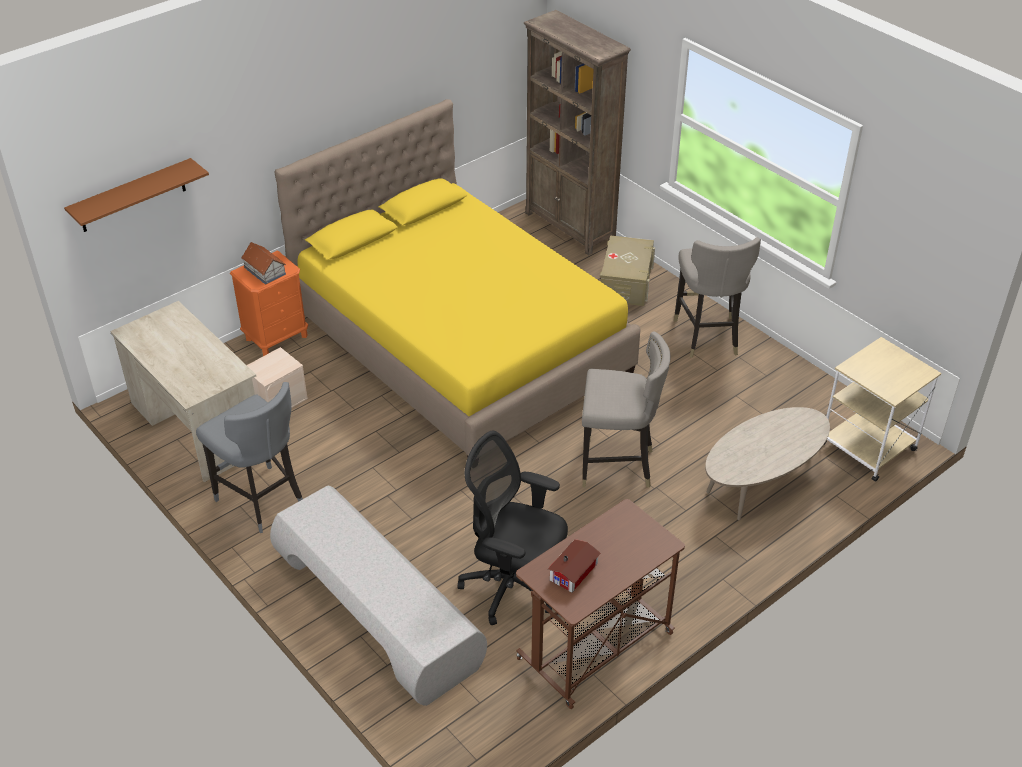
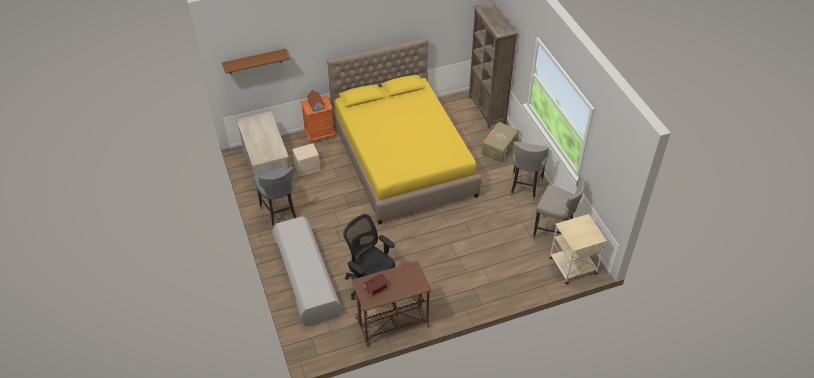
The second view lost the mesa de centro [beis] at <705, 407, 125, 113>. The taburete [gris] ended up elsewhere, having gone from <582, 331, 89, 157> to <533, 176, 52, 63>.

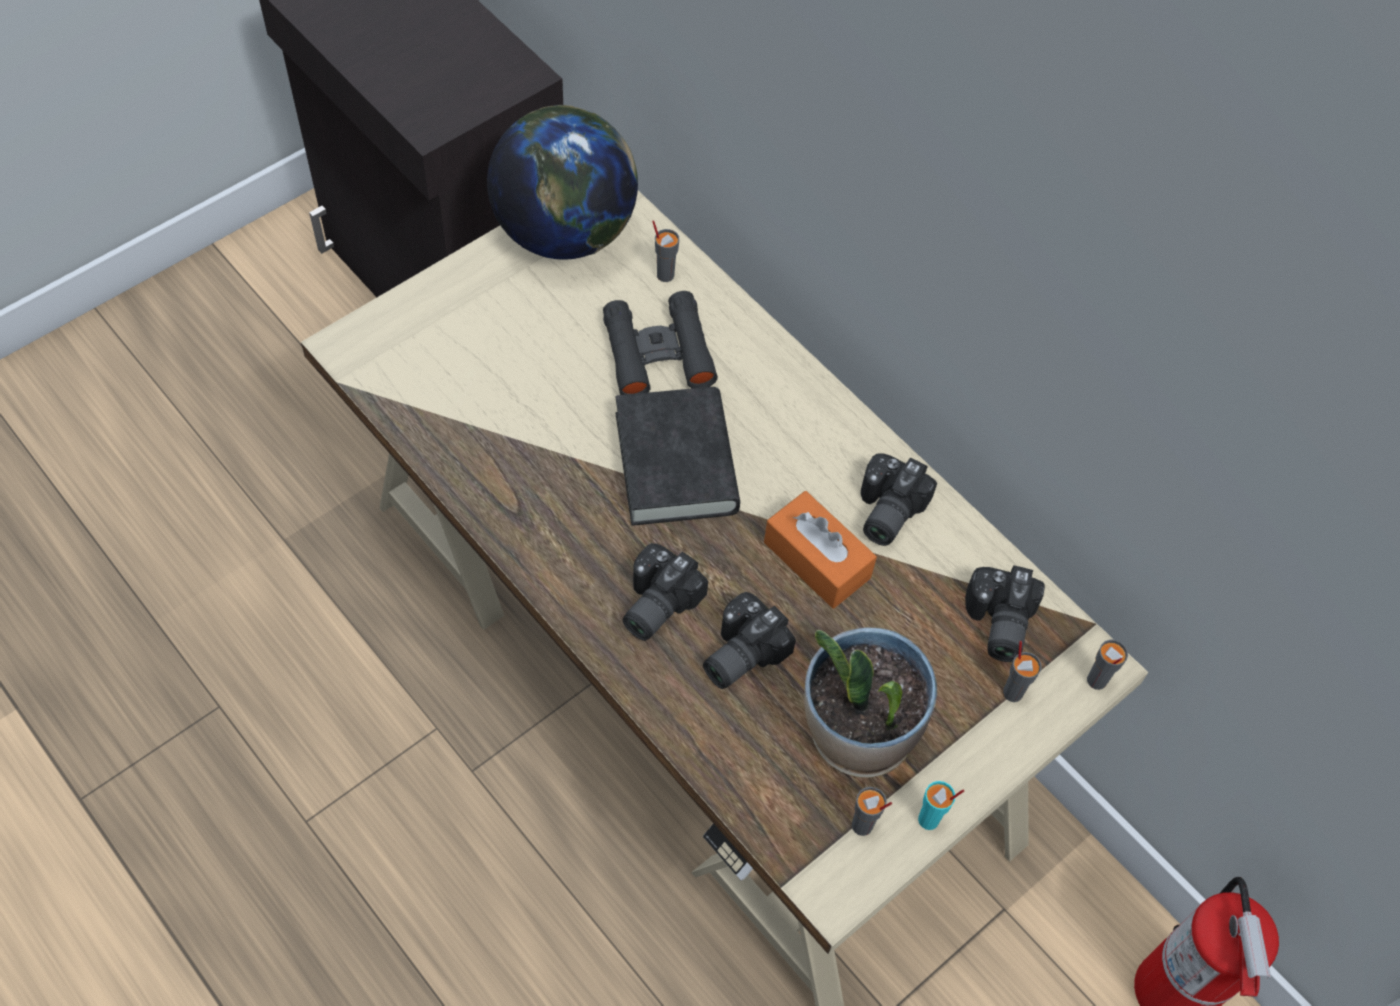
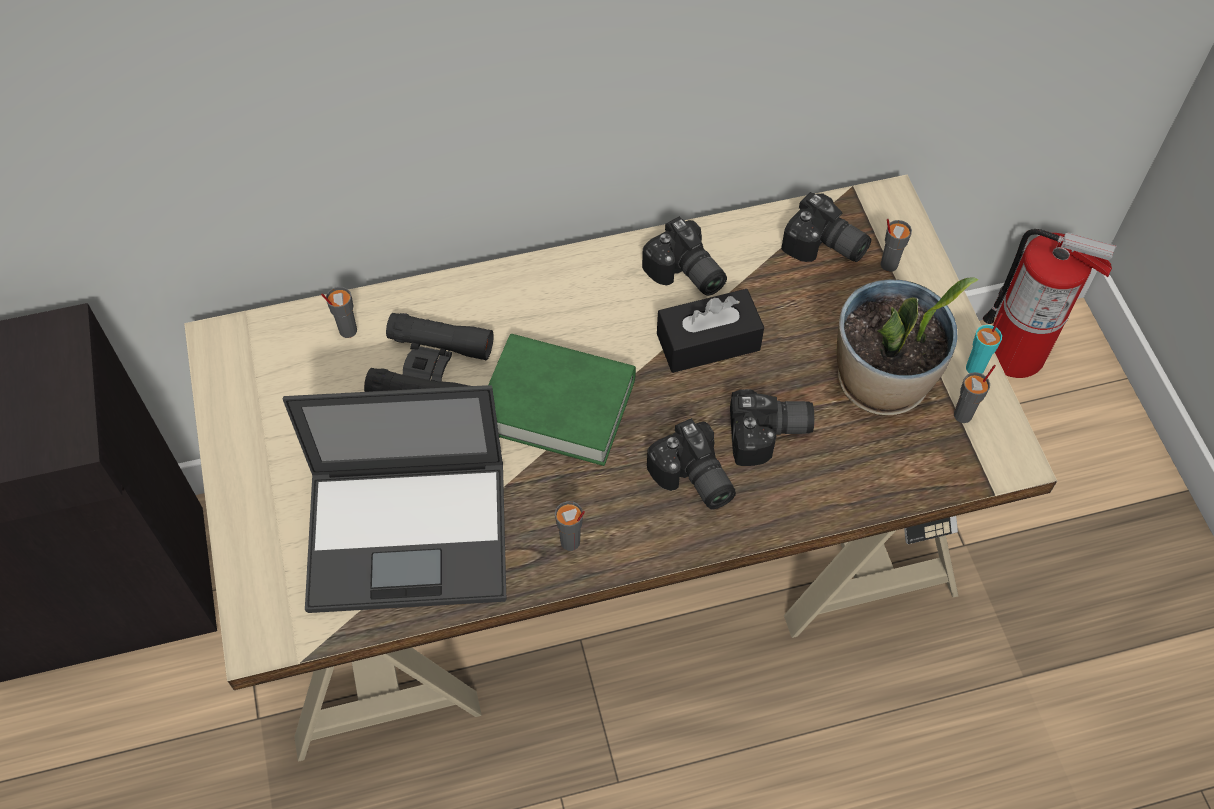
The second view lost the globo terráqueo at <487, 105, 151, 155>. The second view gained the portátil at <283, 385, 224, 228>. The taza [gris] ended up elsewhere, having gone from <1087, 640, 41, 50> to <555, 501, 30, 50>. What was the libro [negro] at <616, 387, 124, 139> turned into the libro [verde] at <488, 334, 148, 132>. What was the caja de pañuelos [naranja] at <764, 491, 113, 118> turned into the caja de pañuelos [negro] at <657, 289, 107, 84>. The cámara at <703, 592, 93, 97> ended up facing another way, 75 degrees counterclockwise from before.

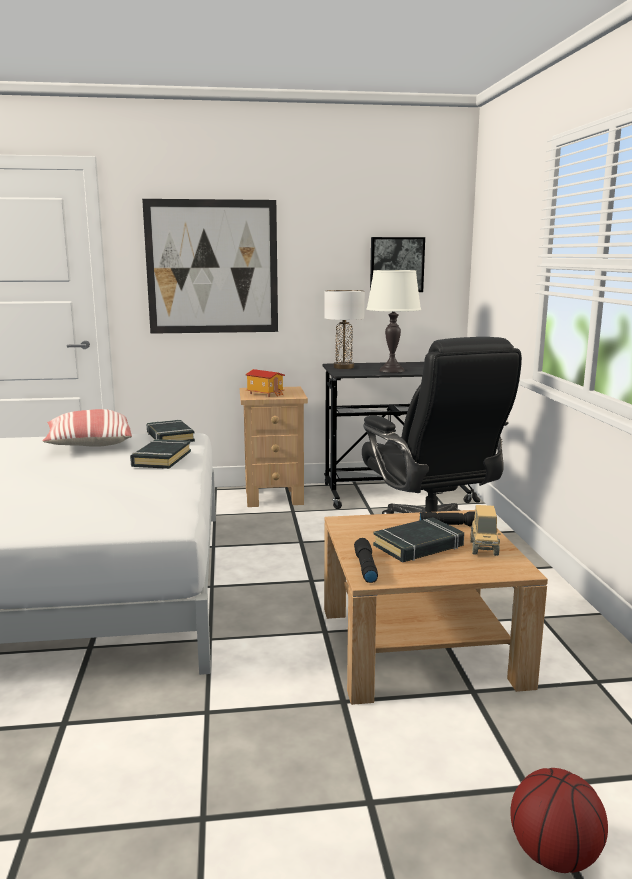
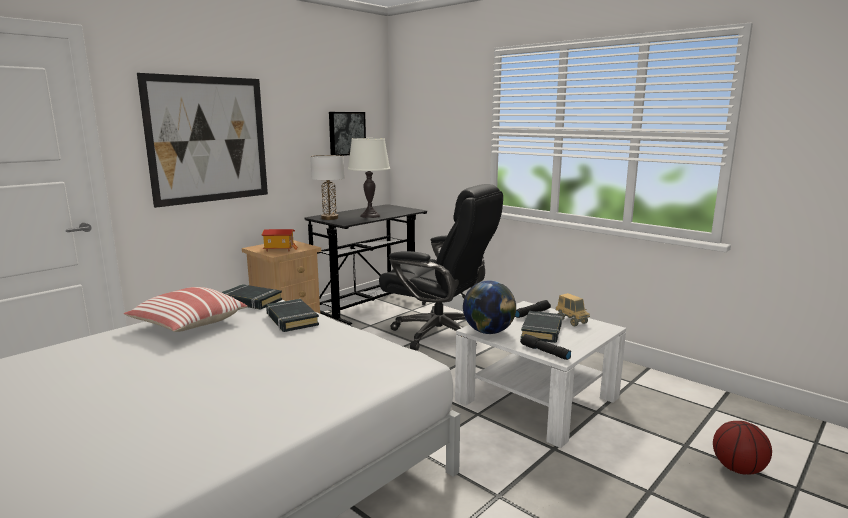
The second view gained the globo terráqueo at <463, 280, 53, 54>. What was the mesa de centro [marrón] at <324, 510, 224, 195> turned into the mesa de centro [blanco] at <455, 301, 171, 147>.

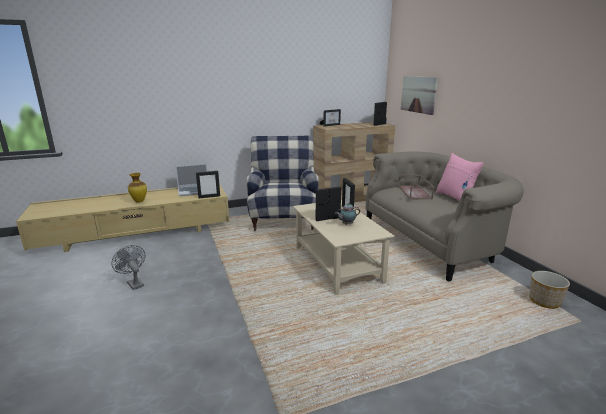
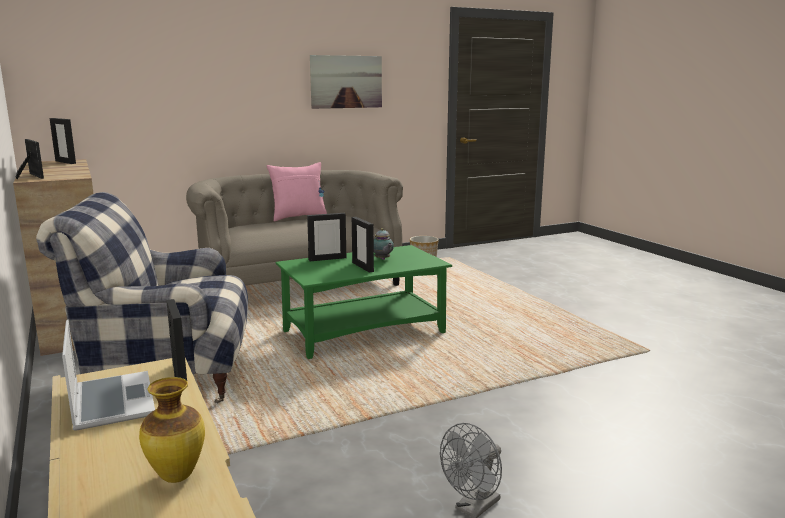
The second view lost the bandeja [marrón] at <398, 175, 36, 25>. The cuadro ended up elsewhere, having gone from <401, 76, 37, 39> to <310, 55, 72, 54>. What was the mesa de centro [beis] at <293, 200, 102, 95> turned into the mesa de centro [verde] at <276, 245, 176, 114>.

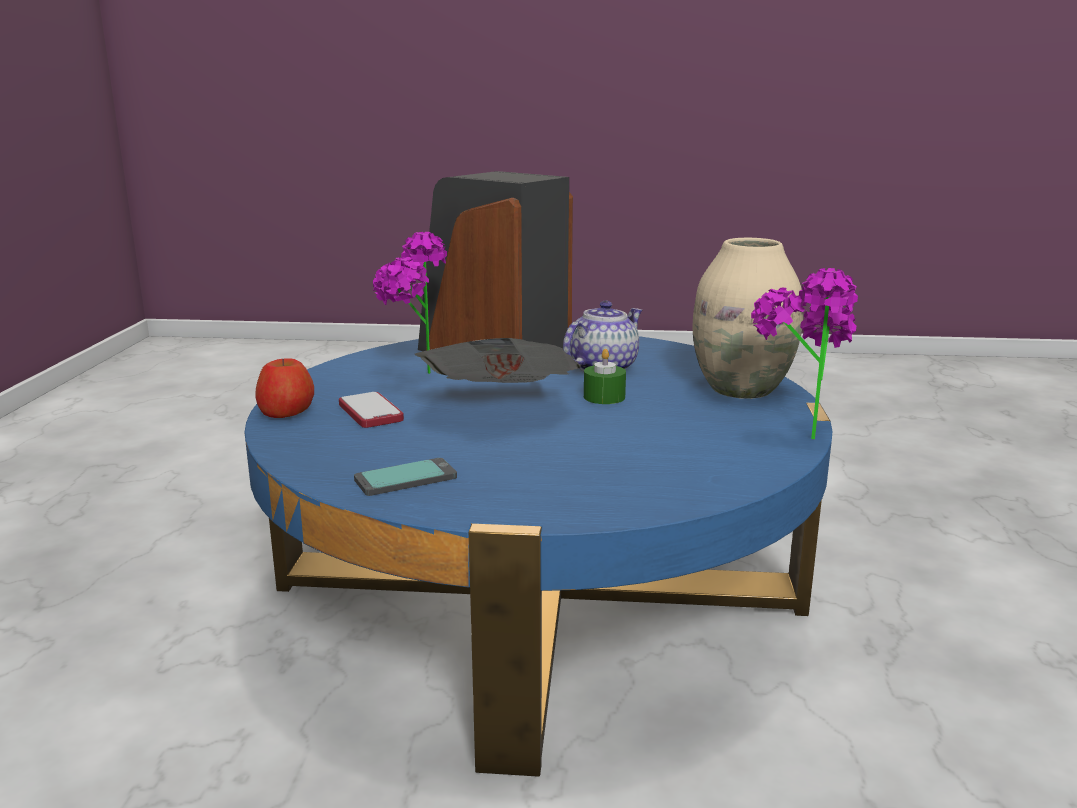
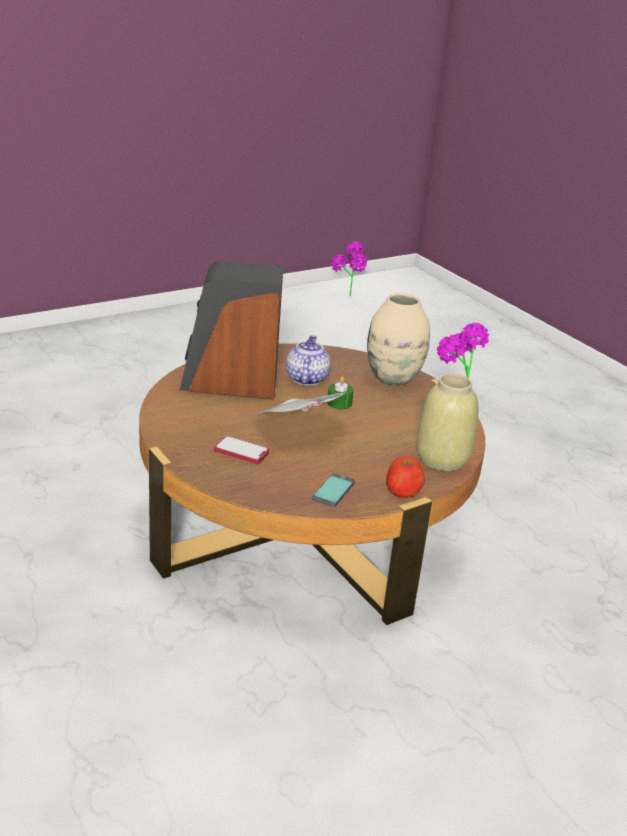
The second view gained the florero [beis] at <417, 374, 61, 97>. The manzana ended up elsewhere, having gone from <255, 358, 59, 60> to <386, 456, 39, 42>. The planta en maceta ended up elsewhere, having gone from <373, 232, 74, 142> to <330, 241, 37, 55>. What was the mesa de centro [azul] at <244, 336, 588, 441> turned into the mesa de centro [marrón] at <139, 343, 346, 282>.

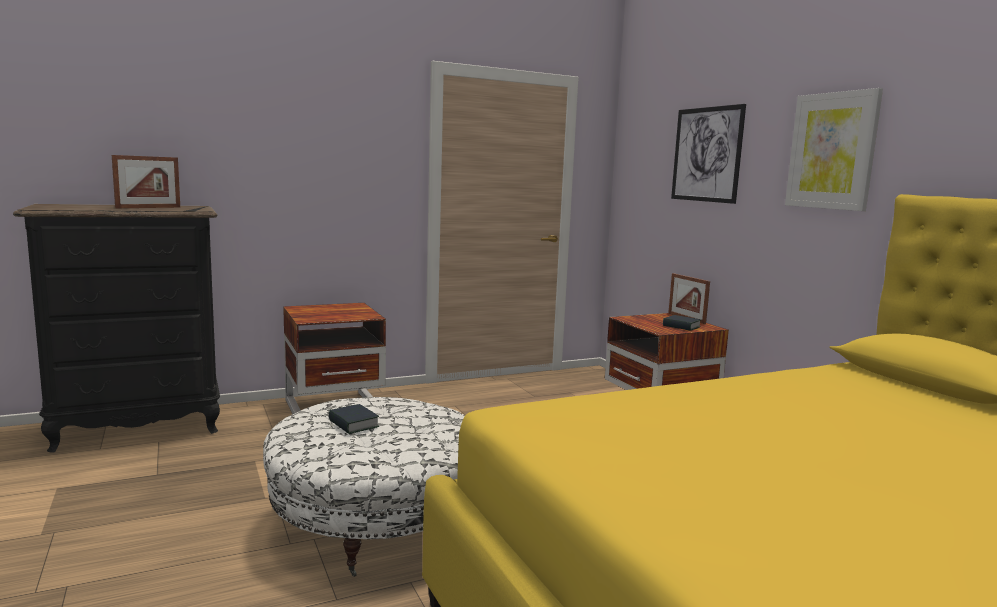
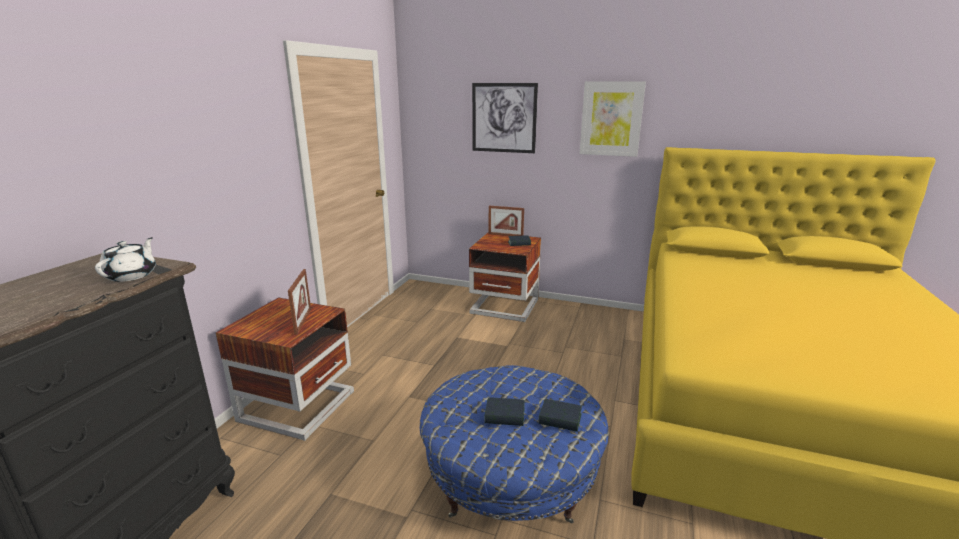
The second view gained the tetera [blanco] at <95, 237, 61, 45>. The second view gained the libro at <538, 399, 44, 33>. The portarretratos ended up elsewhere, having gone from <112, 155, 68, 53> to <288, 269, 23, 66>. What was the puf [blanco] at <263, 397, 202, 180> turned into the puf [azul] at <420, 365, 189, 158>.

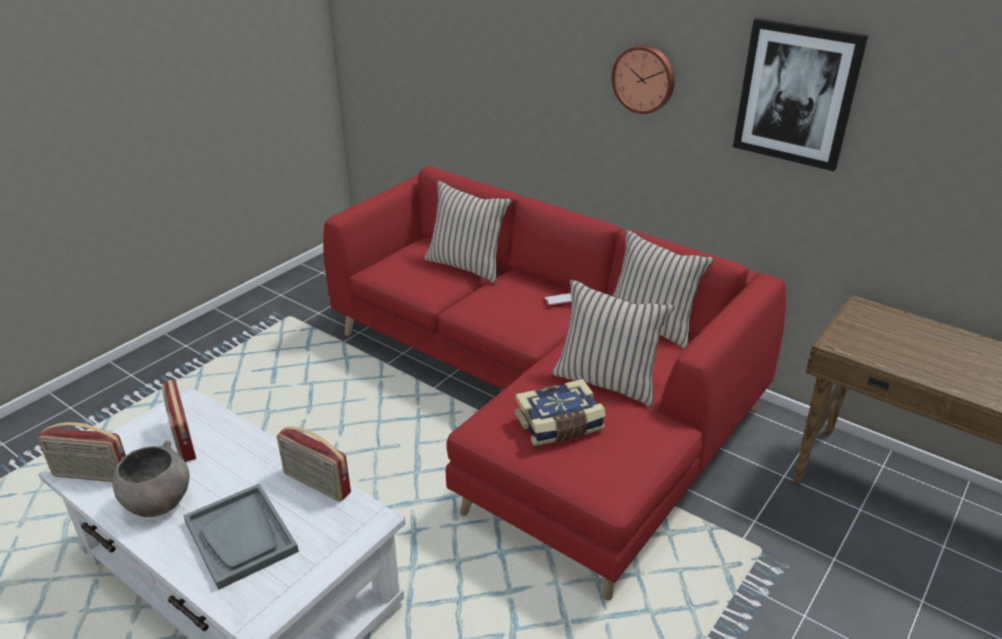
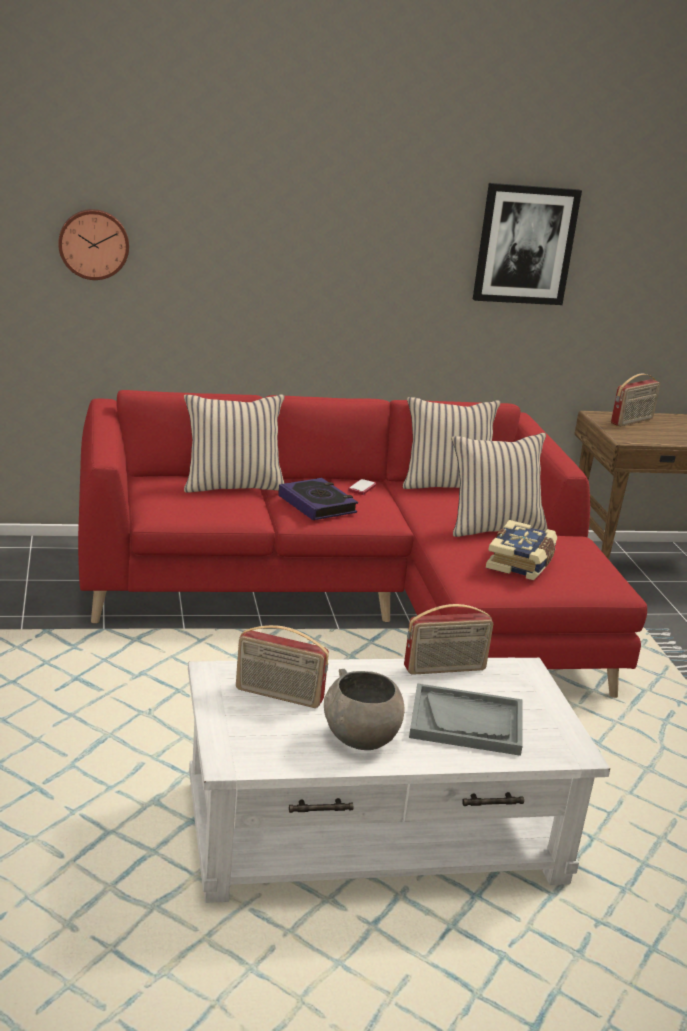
The second view gained the libro at <278, 478, 80, 42>. The radio ended up elsewhere, having gone from <38, 422, 88, 60> to <611, 374, 49, 52>. The reloj de pared ended up elsewhere, having gone from <611, 45, 64, 69> to <58, 209, 71, 71>.

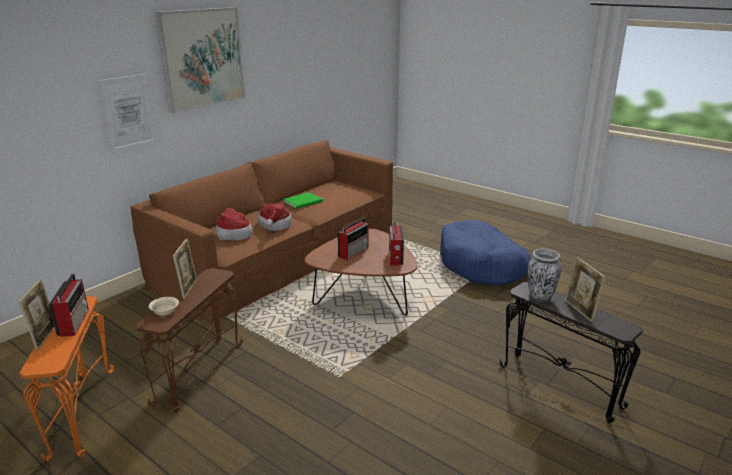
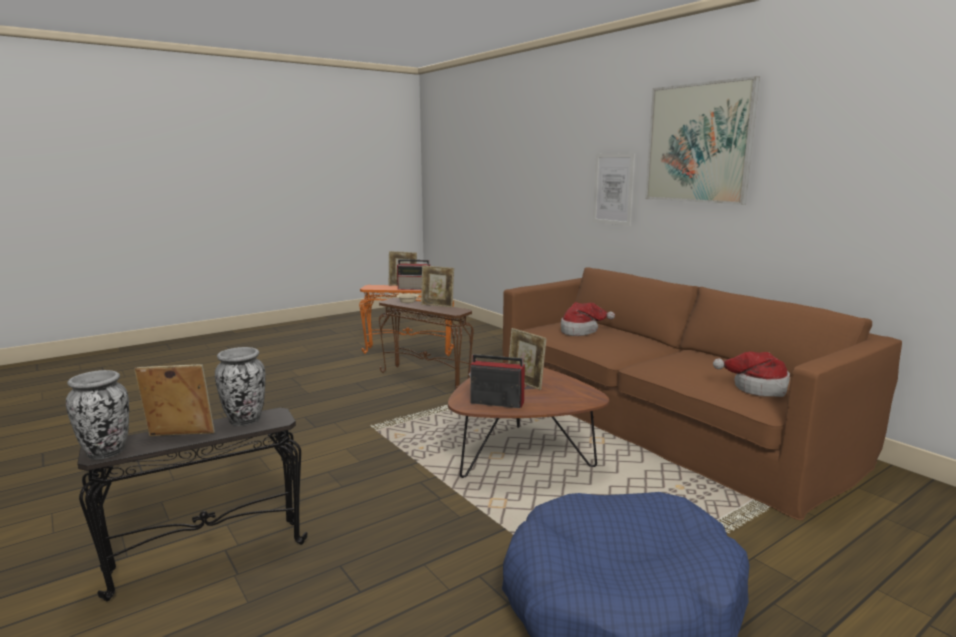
The second view lost the libro [verde] at <284, 192, 39, 17>. The second view gained the florero at <66, 370, 63, 90>. The sombrero ended up elsewhere, having gone from <258, 203, 34, 28> to <713, 351, 77, 46>. Where the radio stood at <338, 218, 31, 42>, the portarretratos came to stand at <508, 328, 39, 62>.

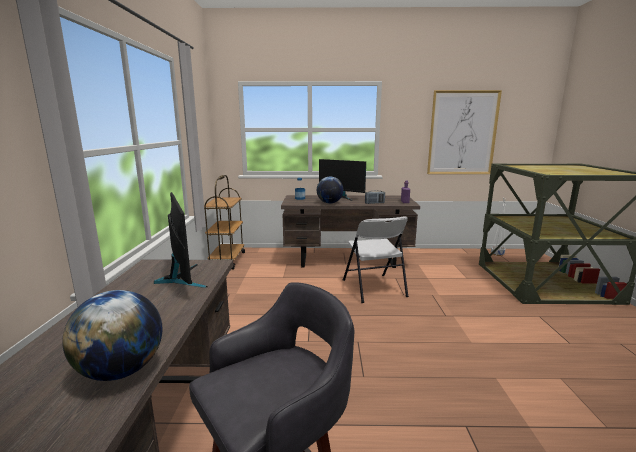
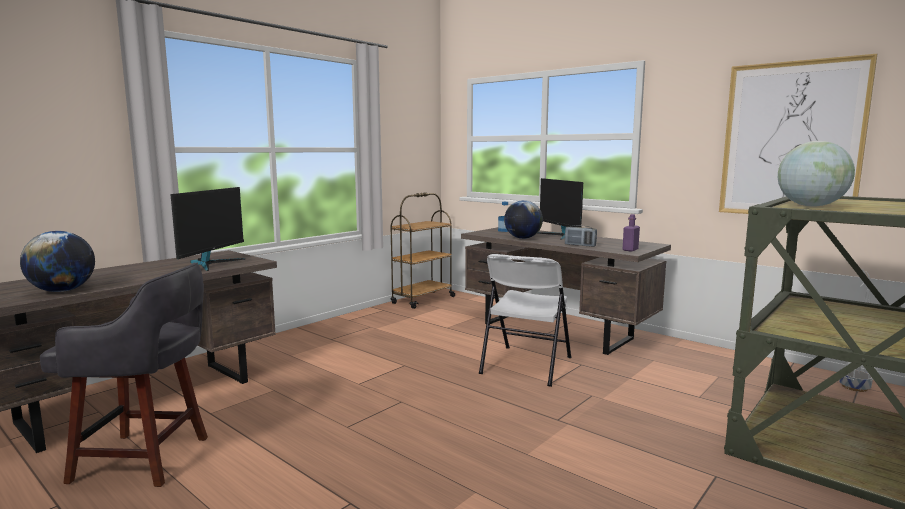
The second view gained the globo terráqueo at <778, 141, 77, 65>.

